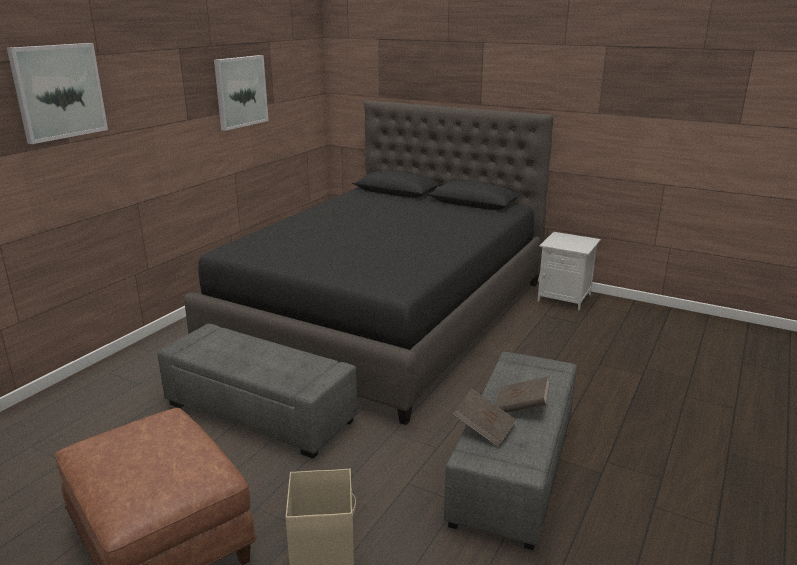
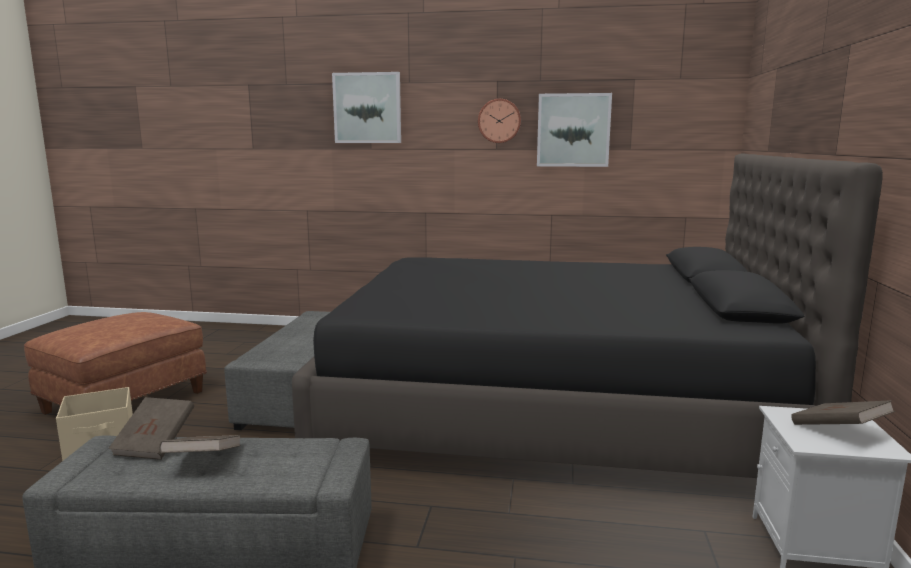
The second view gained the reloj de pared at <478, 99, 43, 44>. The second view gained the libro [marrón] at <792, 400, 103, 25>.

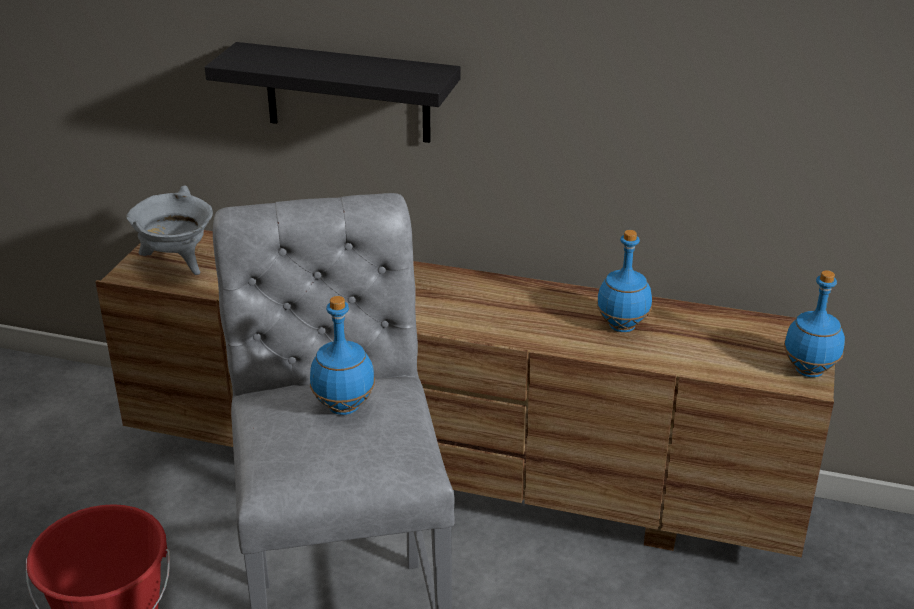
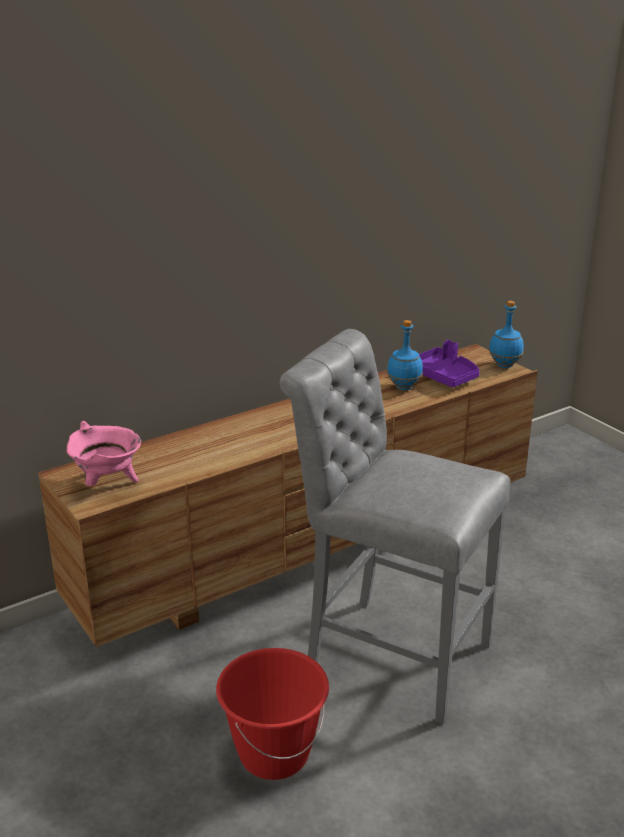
The second view lost the estante [negro] at <205, 42, 255, 101>. The second view lost the botella [azul] at <310, 296, 65, 119>. The second view gained the bandeja [morado] at <419, 340, 61, 47>. What was the olla [gris] at <126, 185, 87, 90> turned into the olla [rosa] at <67, 421, 74, 65>.

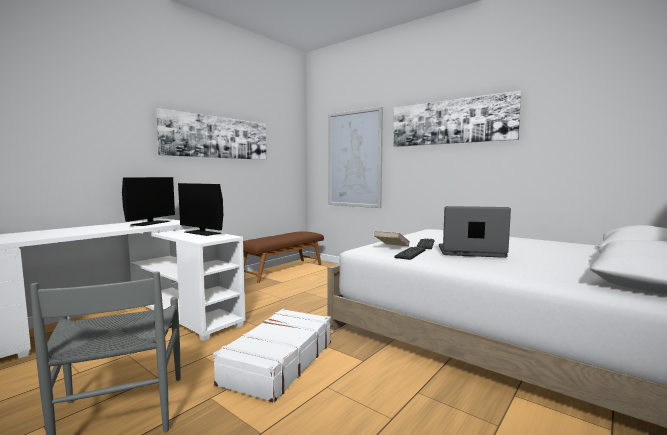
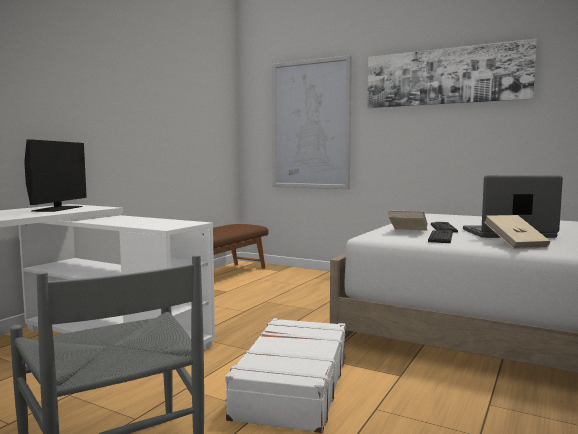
The second view lost the cuadro at <156, 108, 110, 52>. The second view lost the monitor at <178, 183, 45, 53>. The second view gained the libro [beis] at <484, 215, 66, 34>.

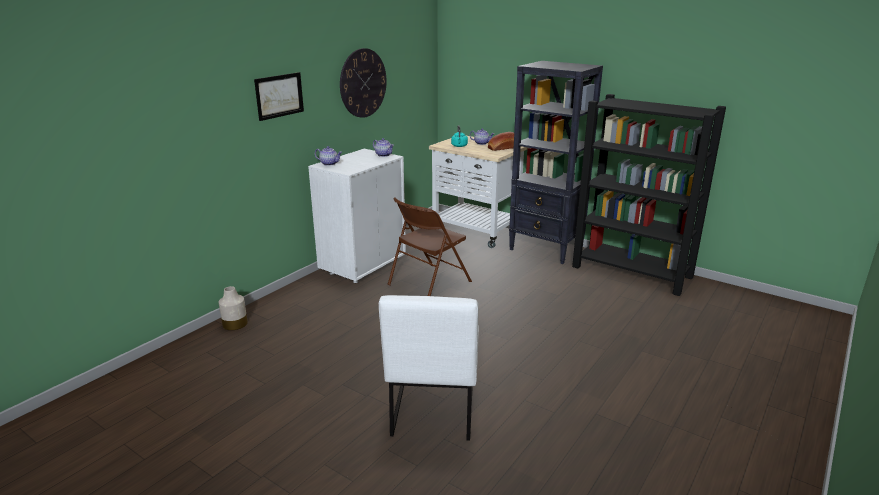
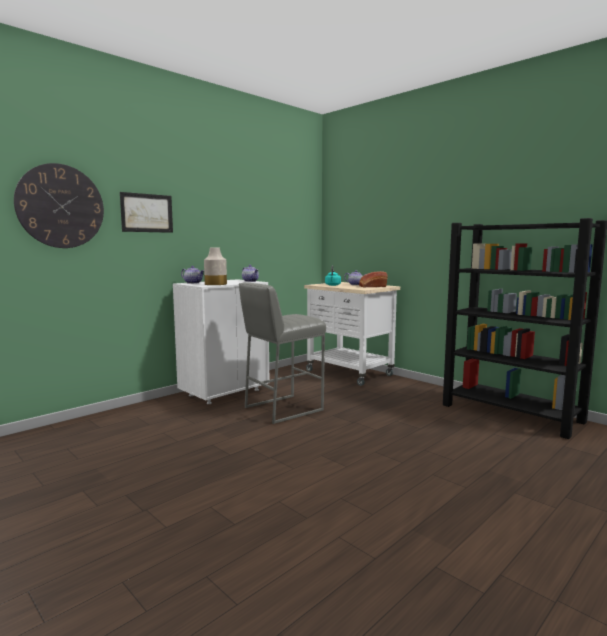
The second view lost the silla [blanco] at <379, 295, 100, 146>. The second view lost the estantería [negro] at <509, 61, 94, 203>. The florero [beis] ended up elsewhere, having gone from <219, 286, 29, 44> to <204, 248, 23, 37>. The reloj de pared ended up elsewhere, having gone from <340, 48, 47, 70> to <14, 163, 90, 85>. Where the silla [marrón] stood at <388, 197, 84, 99>, the taburete [gris] came to stand at <239, 282, 87, 142>.

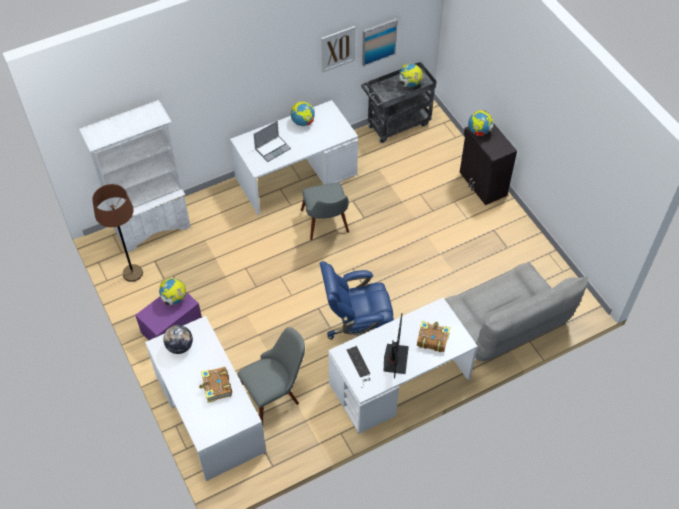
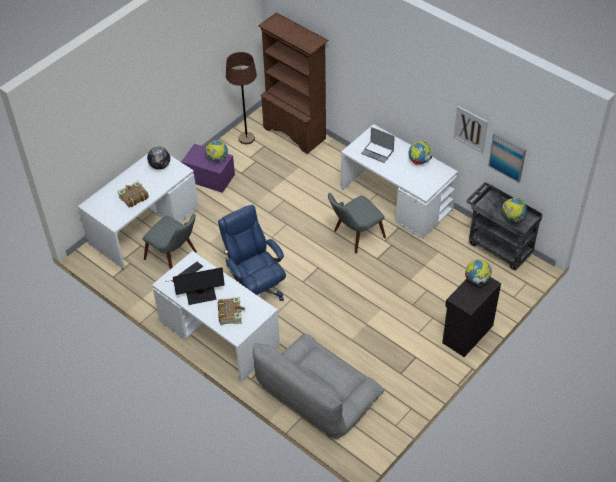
What was the estantería [blanco] at <79, 100, 112, 152> turned into the estantería [marrón] at <258, 12, 71, 142>.

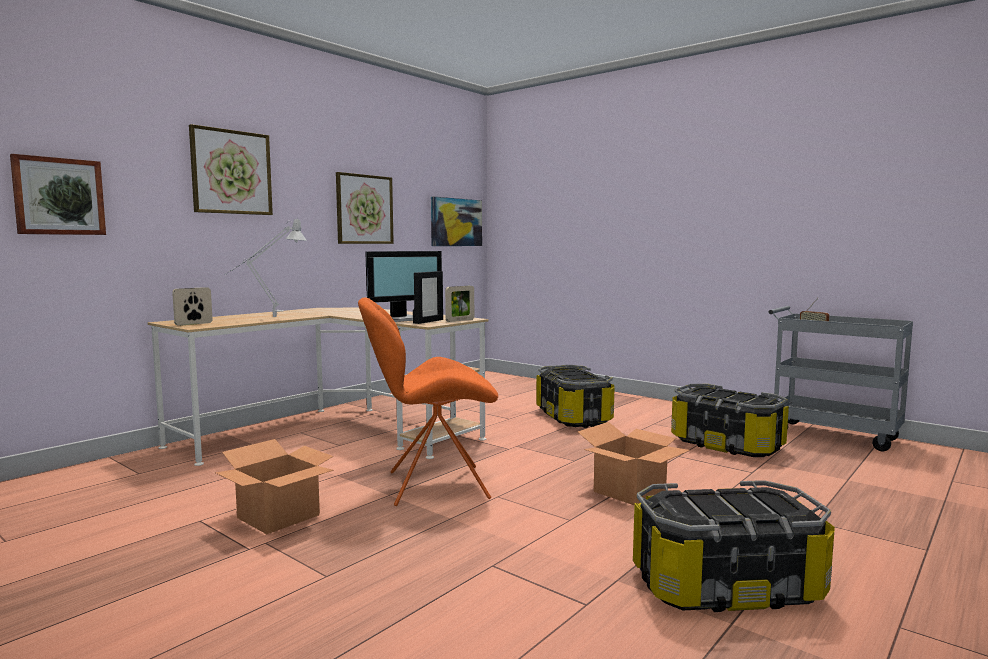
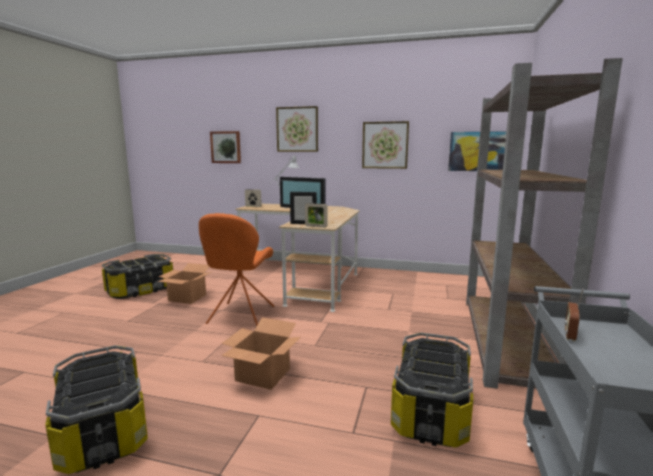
The second view gained the estantería [marrón] at <466, 58, 157, 331>. The caja de almacenaje ended up elsewhere, having gone from <536, 365, 79, 63> to <102, 254, 71, 45>. The silla [naranja] at <358, 297, 140, 209> ended up facing another way, 135 degrees counterclockwise from before.

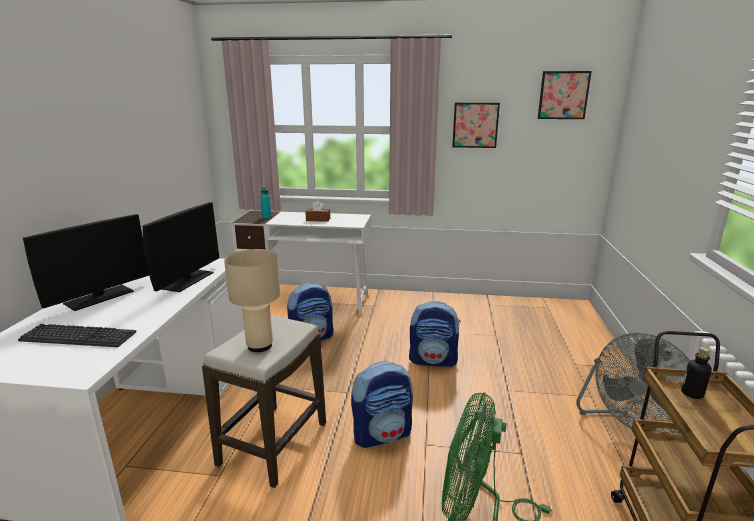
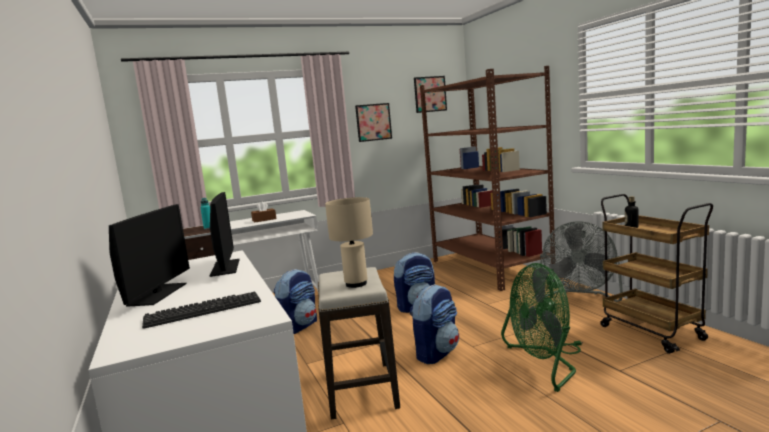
The second view gained the estantería [marrón] at <420, 66, 136, 225>.

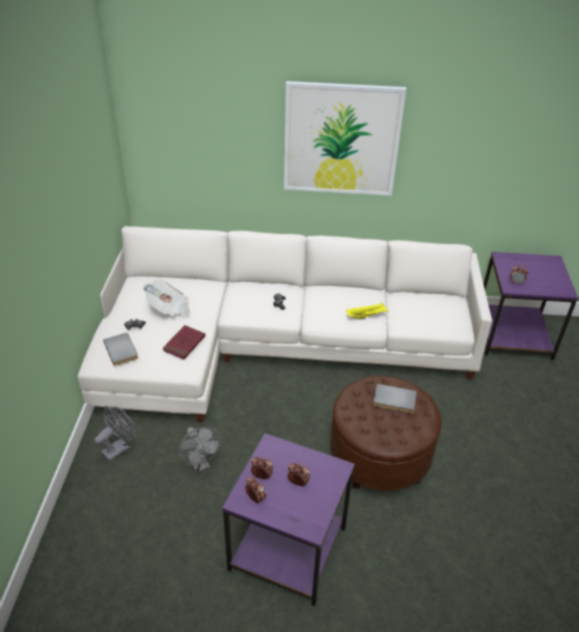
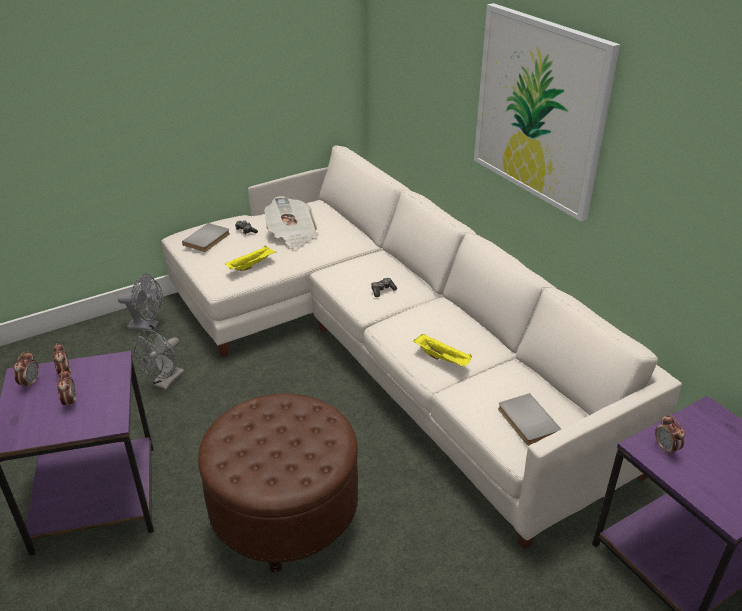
The libro [gris] ended up elsewhere, having gone from <373, 384, 44, 29> to <498, 393, 63, 52>. Where the libro [rojo] stood at <163, 325, 43, 35>, the bandeja [amarillo] came to stand at <225, 245, 51, 26>.

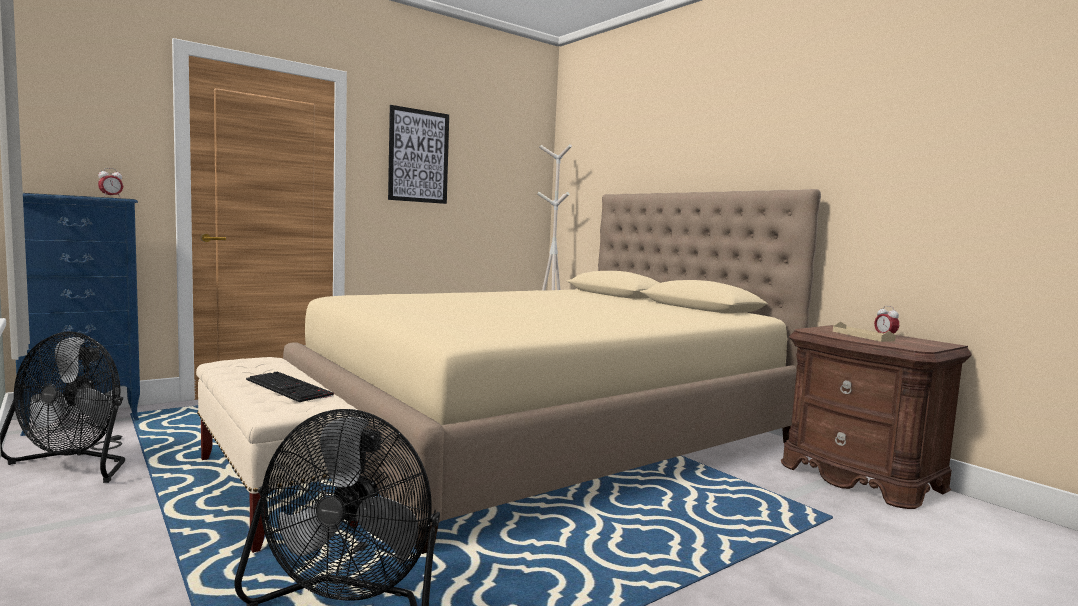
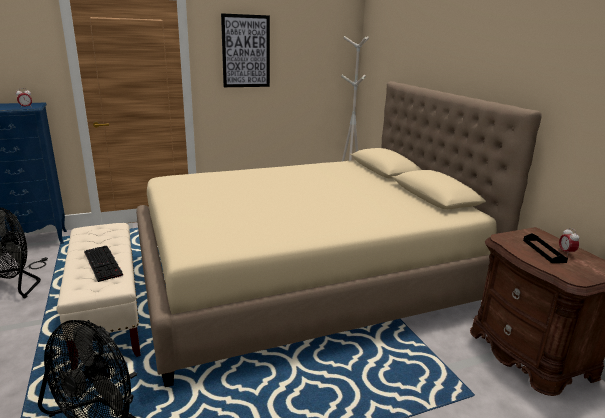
What was the bandeja [beis] at <833, 322, 63, 20> turned into the bandeja [negro] at <523, 233, 45, 30>.

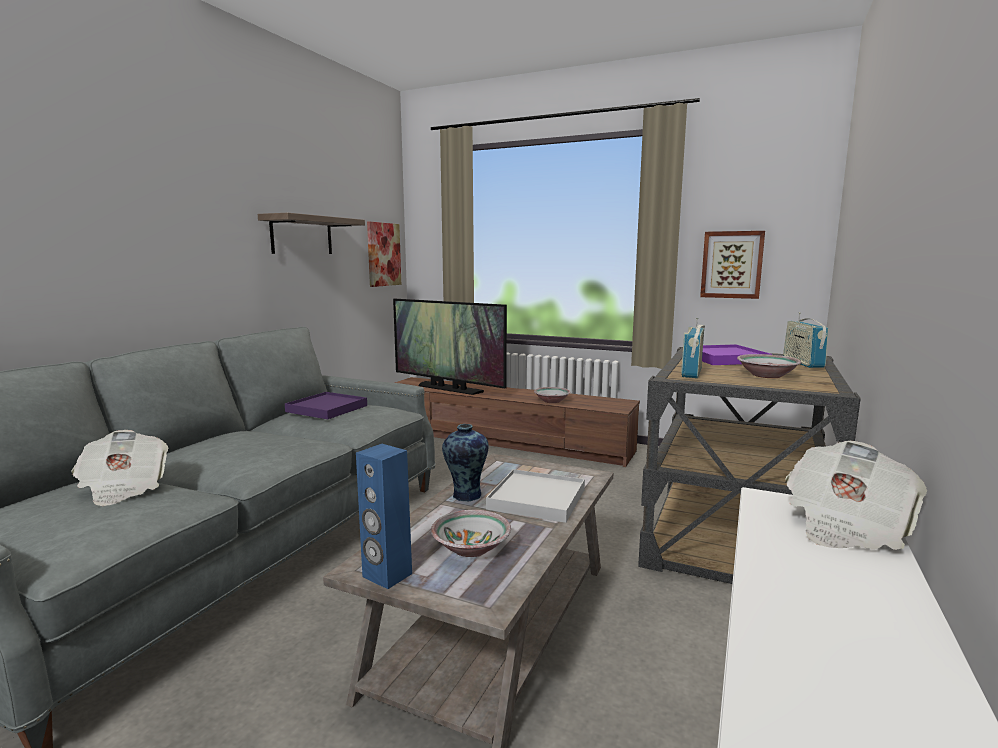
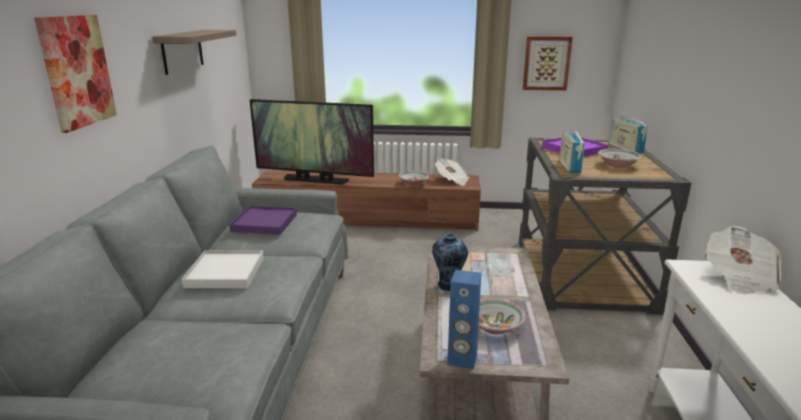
The periódico ended up elsewhere, having gone from <71, 430, 97, 76> to <435, 158, 35, 28>. The cuadro ended up elsewhere, having gone from <367, 222, 34, 65> to <34, 15, 83, 118>. The bandeja [blanco] ended up elsewhere, having gone from <486, 469, 99, 54> to <182, 251, 82, 37>.

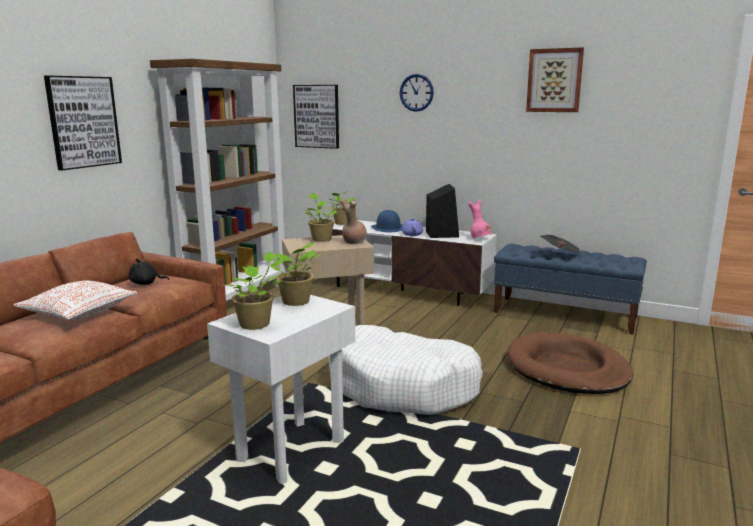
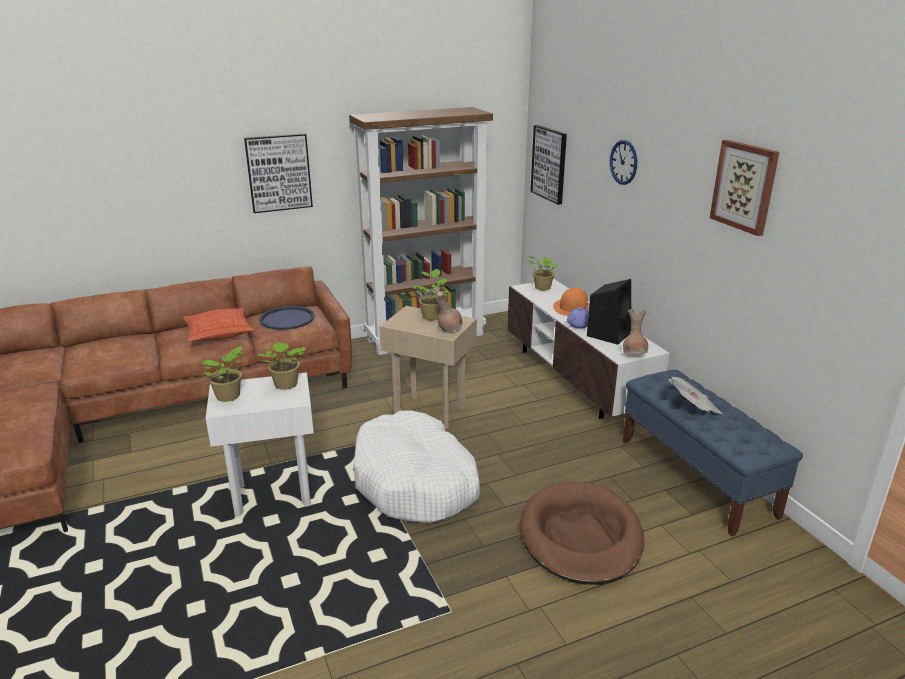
Where the peluche [negro] stood at <128, 259, 42, 26>, the bandeja [azul] came to stand at <259, 306, 56, 24>. What was the cojín [blanco] at <13, 281, 124, 39> turned into the cojín [naranja] at <183, 308, 71, 34>. What was the sombrero [azul] at <371, 210, 32, 22> turned into the sombrero [naranja] at <553, 288, 37, 28>. What was the florero [rosa] at <468, 200, 23, 39> turned into the florero [marrón] at <623, 309, 25, 45>.

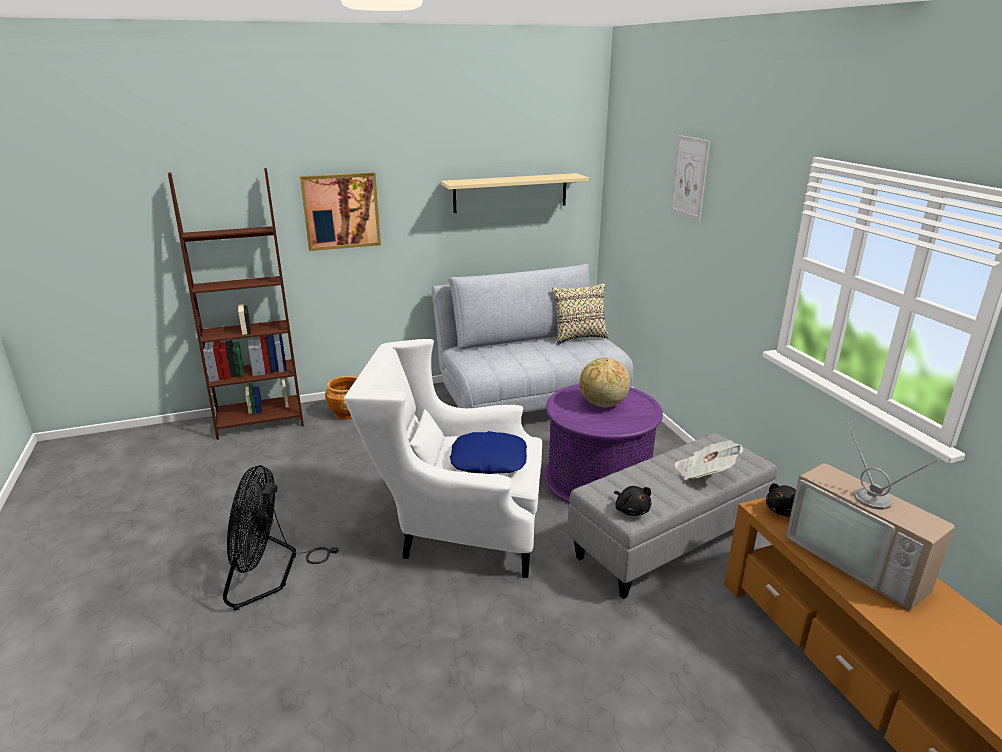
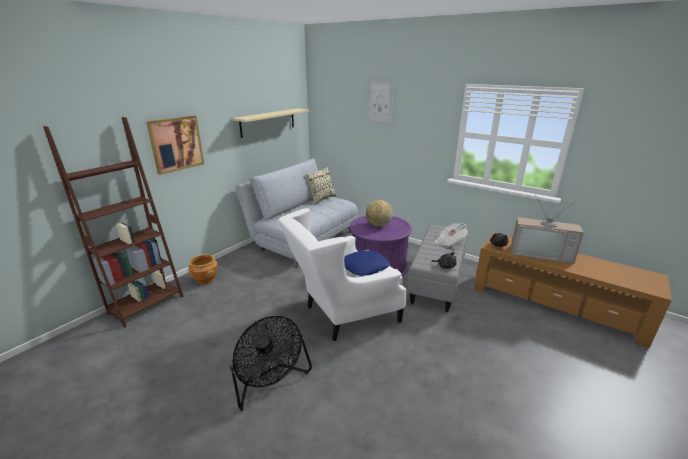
The ventilador [negro] at <223, 465, 117, 146> ended up facing another way, 90 degrees counterclockwise from before.

